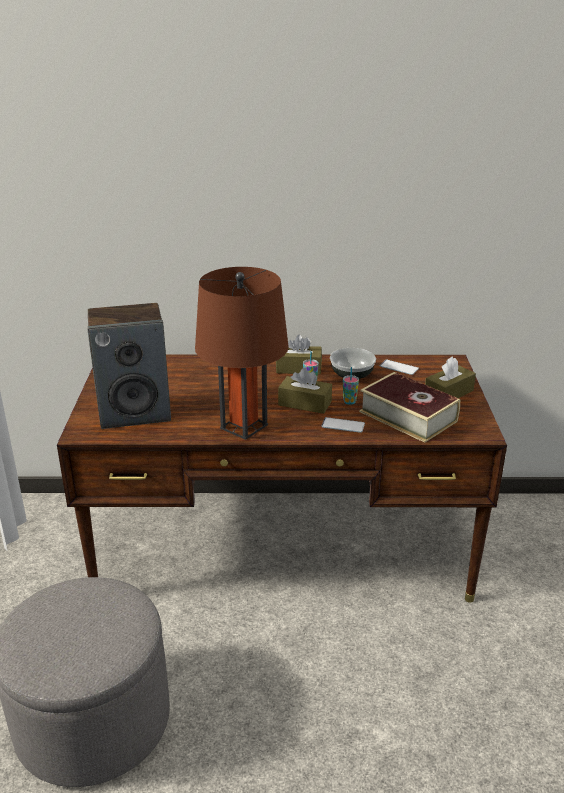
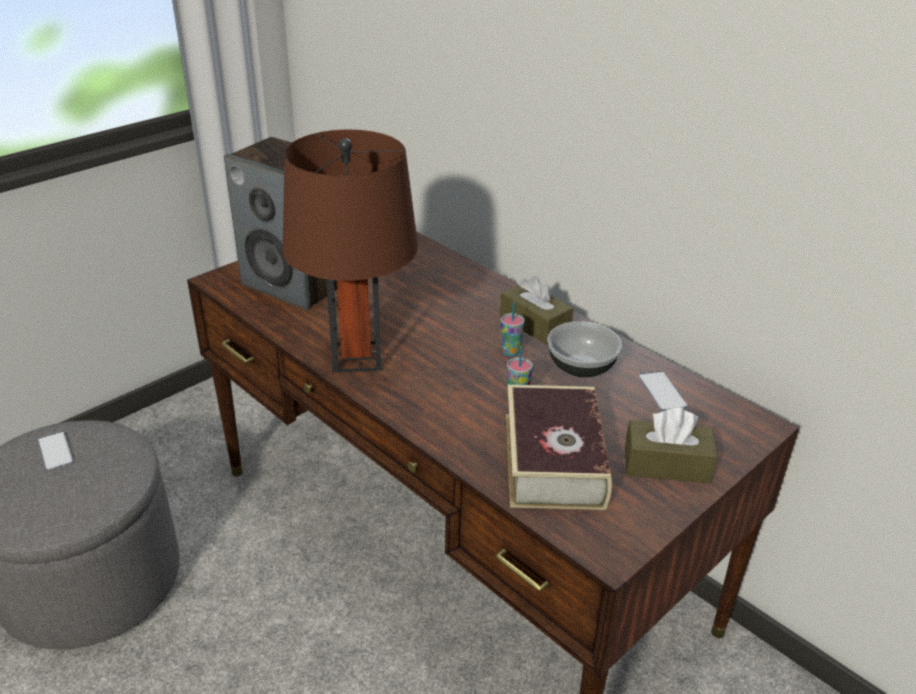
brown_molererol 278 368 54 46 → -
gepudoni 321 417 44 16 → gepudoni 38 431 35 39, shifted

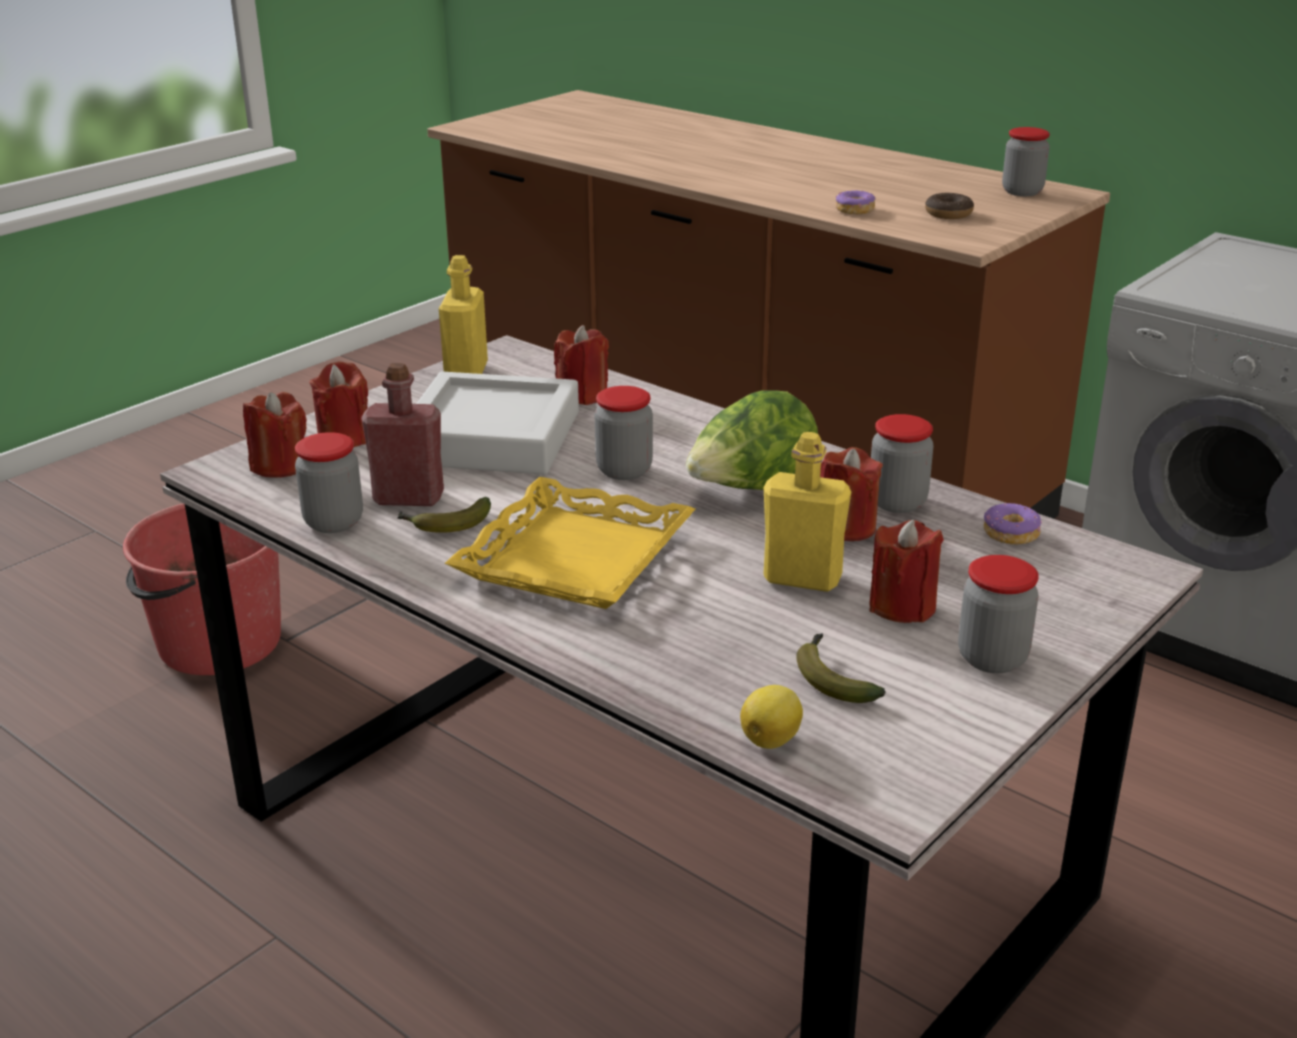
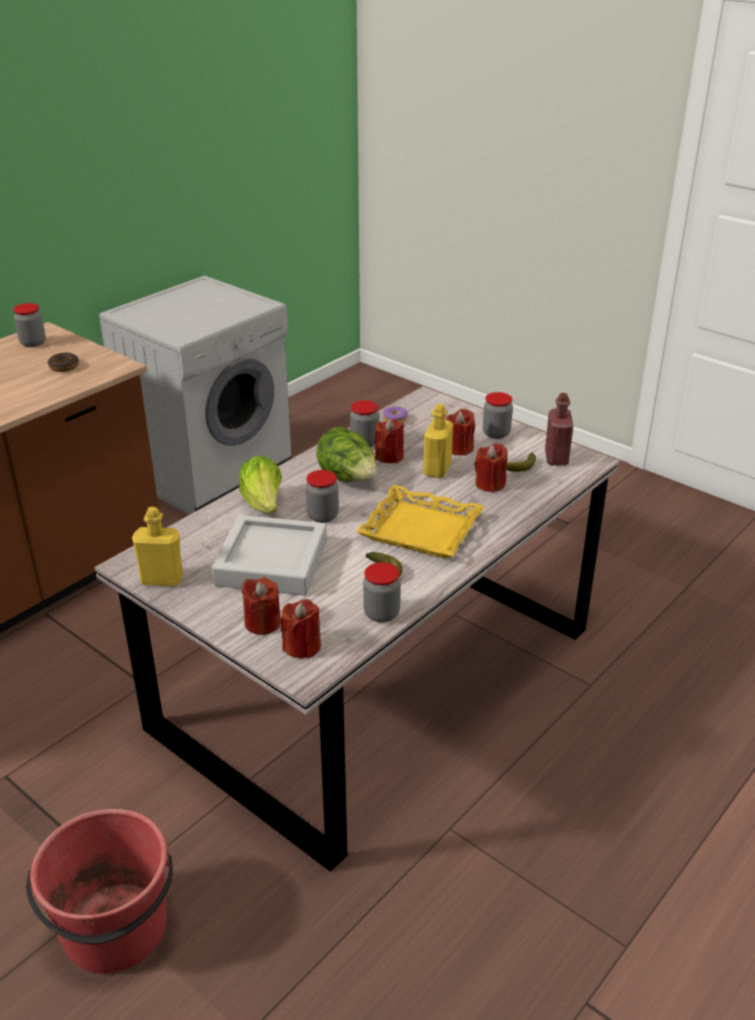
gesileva 836 190 39 25 → -
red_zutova 554 325 55 80 → red_zutova 475 443 32 50, shifted
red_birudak 361 363 83 143 → red_birudak 545 393 28 73, shifted
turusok 740 685 63 64 → -
- → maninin 239 456 43 57

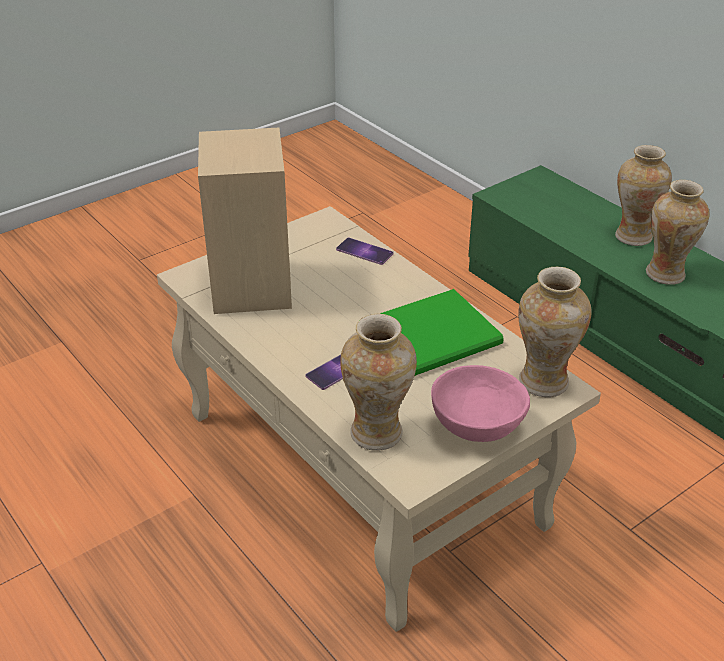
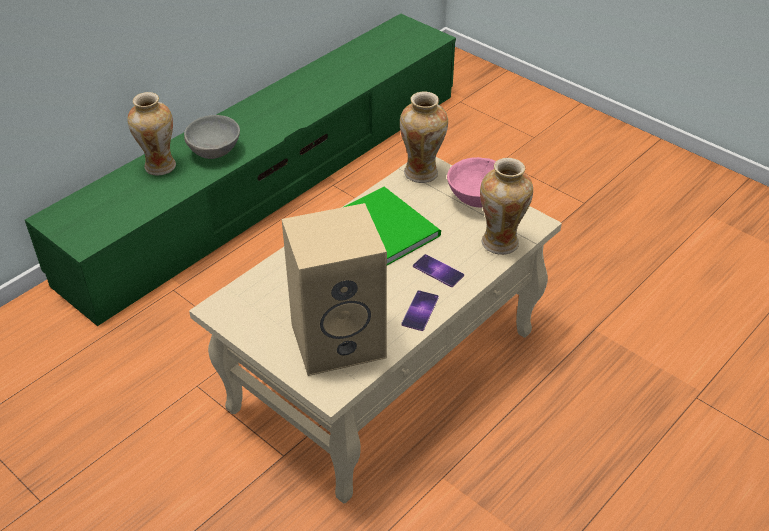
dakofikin 646 180 64 105 → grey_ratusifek 184 115 56 44
gepudoni 336 238 58 27 → gepudoni 401 290 38 41, shifted

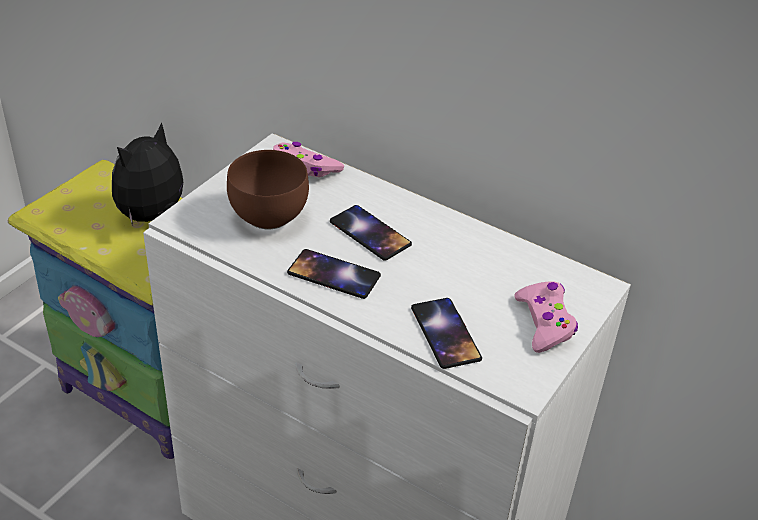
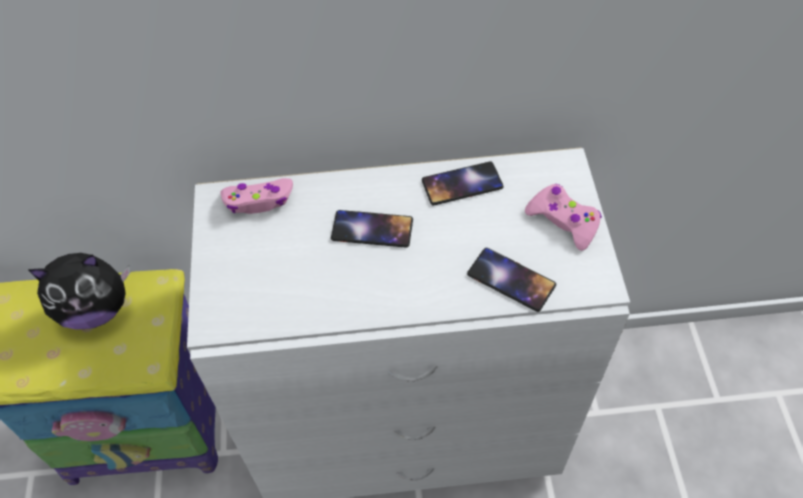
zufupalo 112 122 71 103 → zufupalo 28 253 103 77, 105 degrees counterclockwise
brown_ratusifek 227 150 82 79 → -
gepudoni 287 249 94 50 → gepudoni 422 161 81 44, shifted

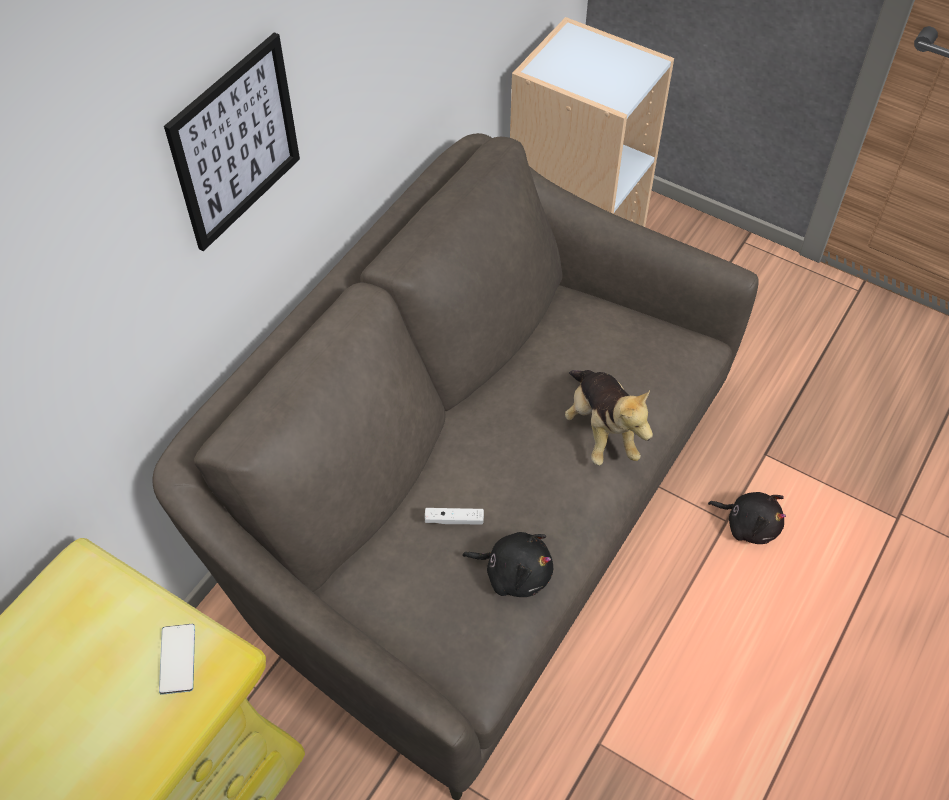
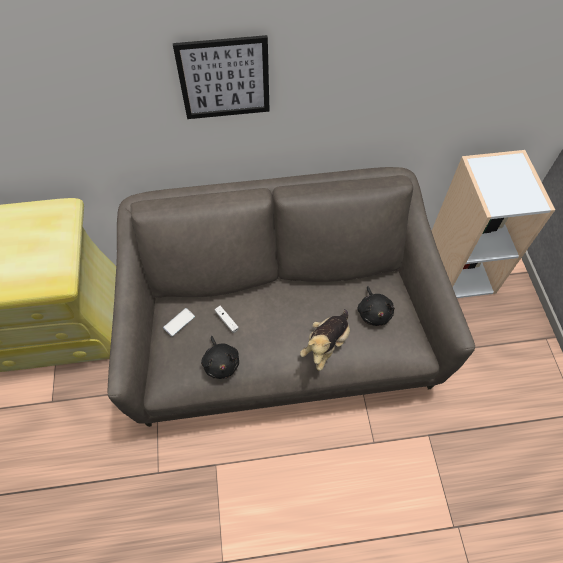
black_zufupalo 708 492 78 52 → black_zufupalo 357 286 38 40, shifted
gepudoni 159 624 36 71 → gepudoni 163 308 32 28, shifted

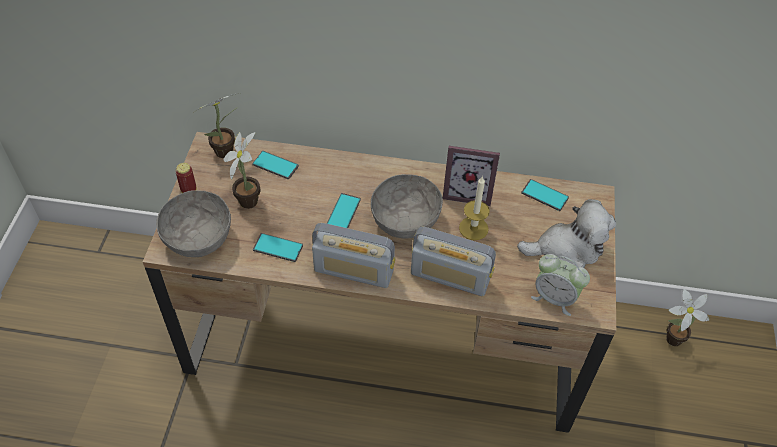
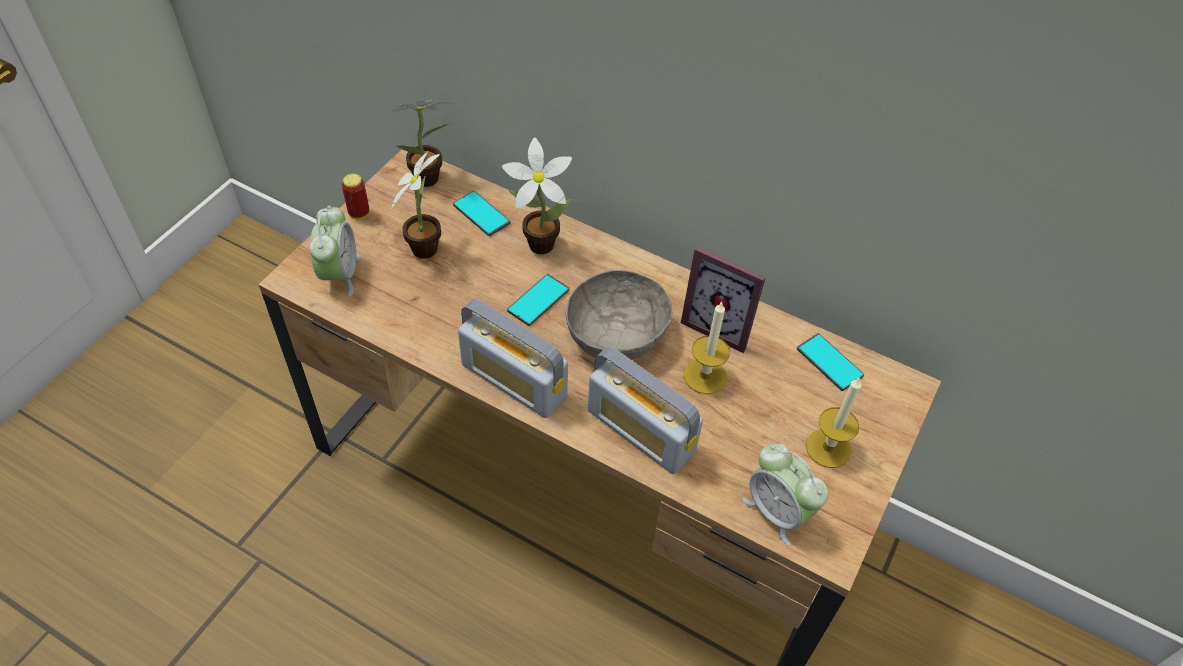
grey_ratusifek 156 190 75 67 → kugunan 309 206 51 90
zufupalo 517 199 99 69 → zutova 806 378 55 90
gepudoni 253 233 50 29 → -
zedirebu 666 289 43 57 → zedirebu 502 137 70 117, shifted

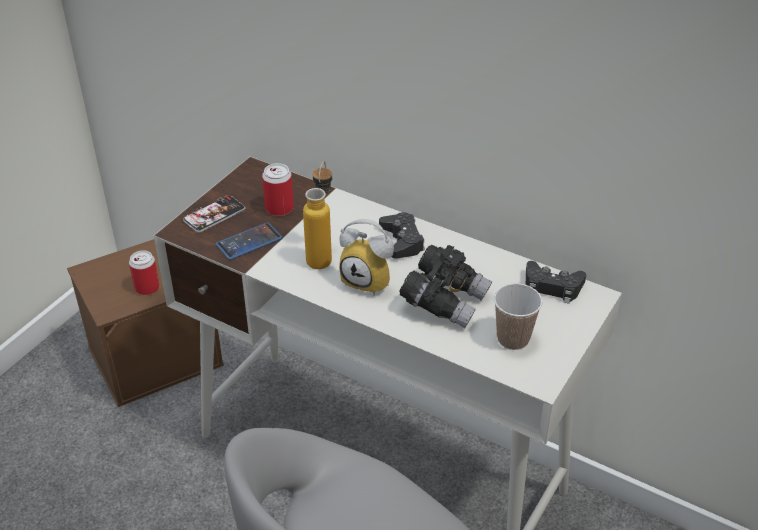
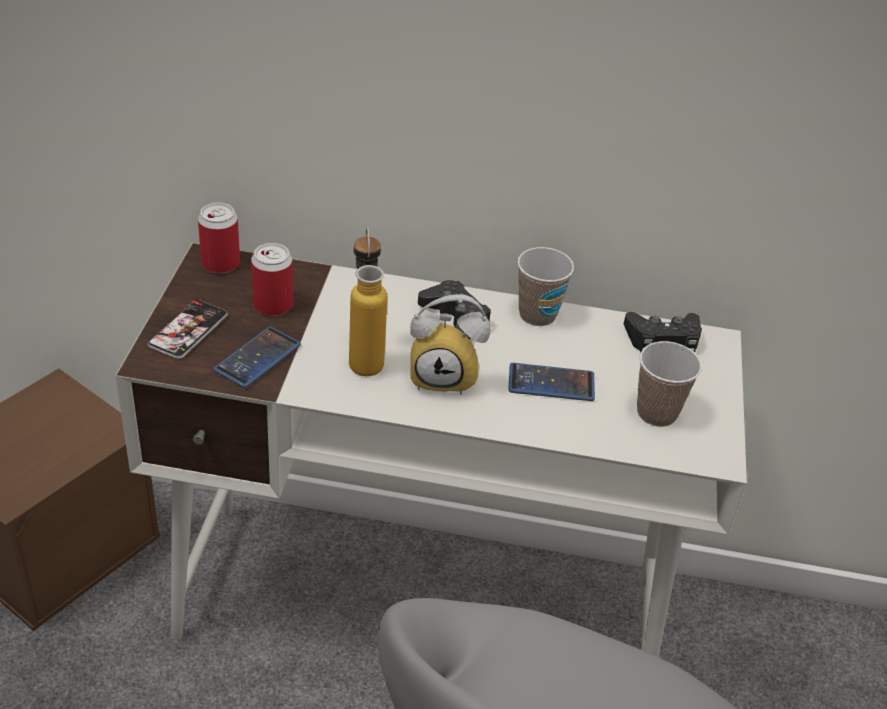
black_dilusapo 399 245 93 83 → gepudoni 508 363 87 38
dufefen 129 250 31 45 → dufefen 198 203 42 70, shifted
- → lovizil 517 247 57 79

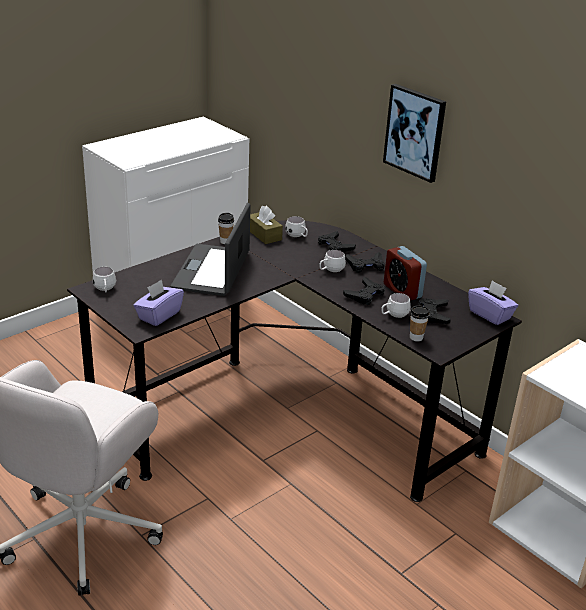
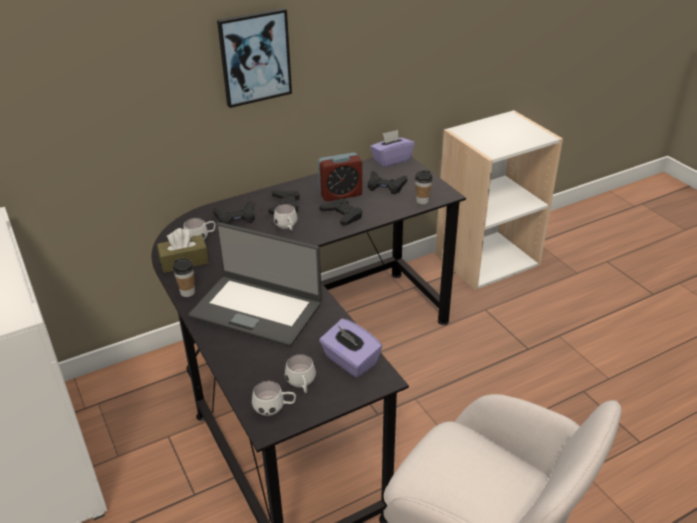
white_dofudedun 382 293 29 25 → white_dofudedun 285 354 31 39, shifted

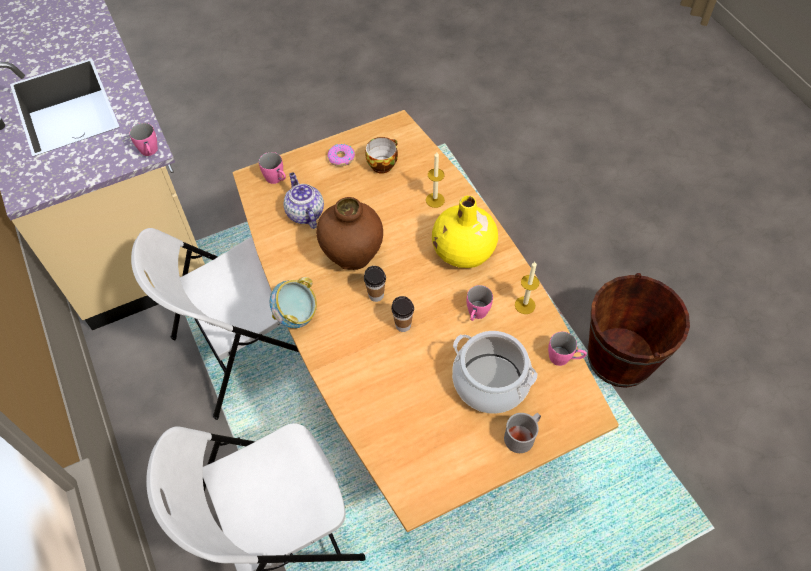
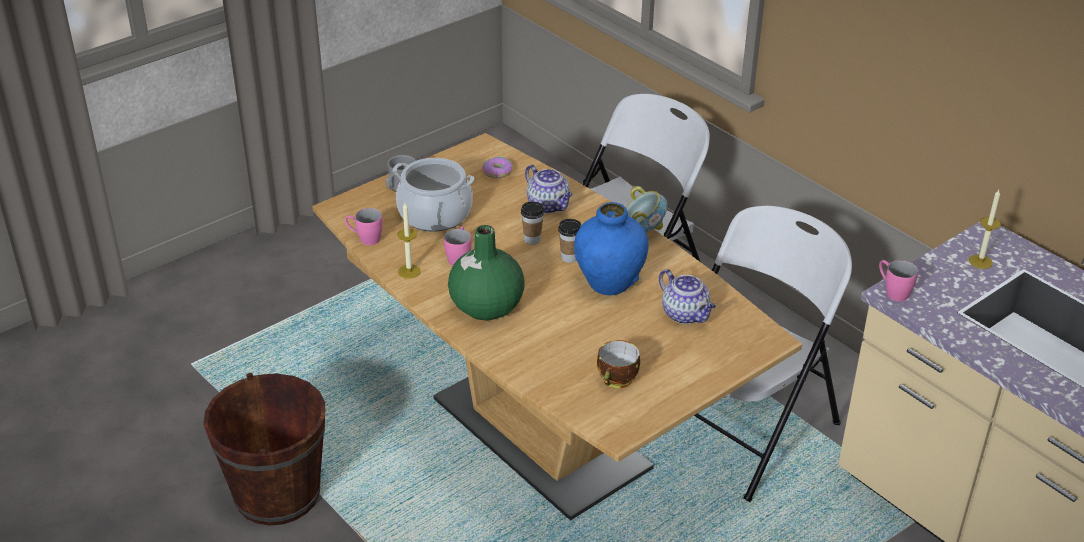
gesileva 327 144 28 22 → gesileva 482 157 30 21, shifted
pink_dofudedun 259 152 27 32 → -
zutova 426 152 19 56 → zutova 969 190 32 79, shifted
yellow_dakofikin 432 196 66 72 → green_dakofikin 448 225 76 96
brown_dakofikin 316 197 67 73 → blue_dakofikin 574 202 75 93
- → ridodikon 525 165 48 48

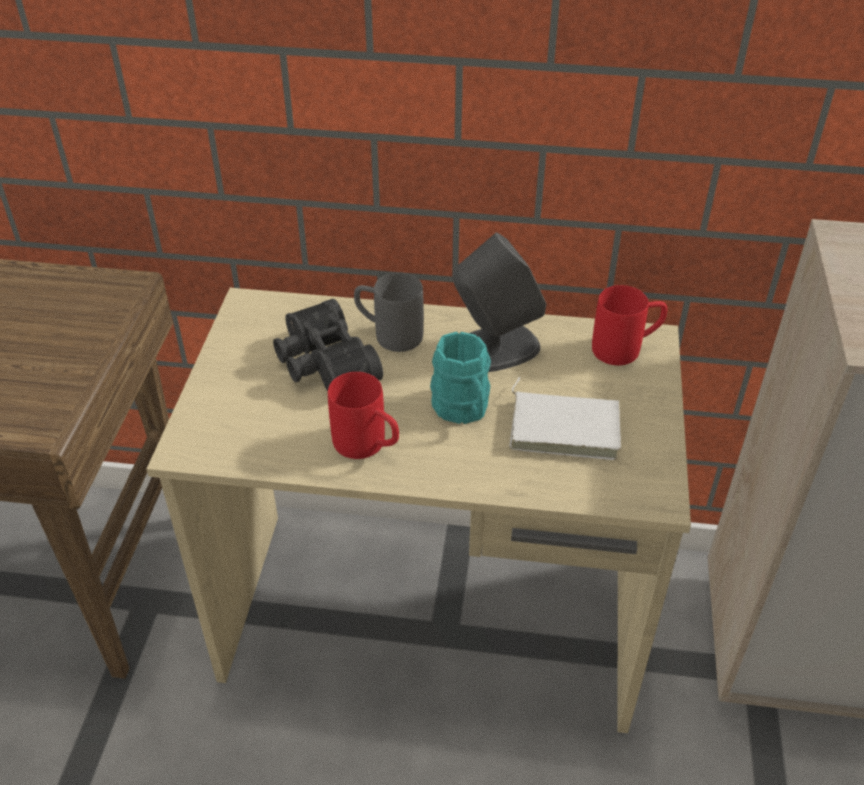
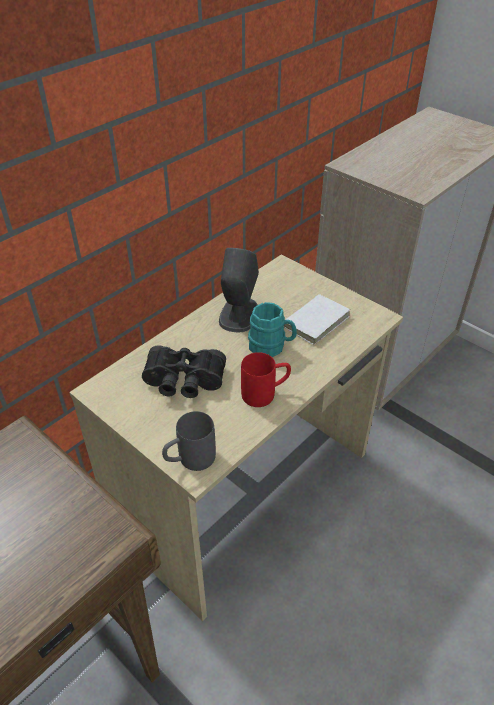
grey_dofudedun 354 273 70 79 → grey_dofudedun 162 411 54 60, shifted
red_dofudedun 592 285 75 80 → -

